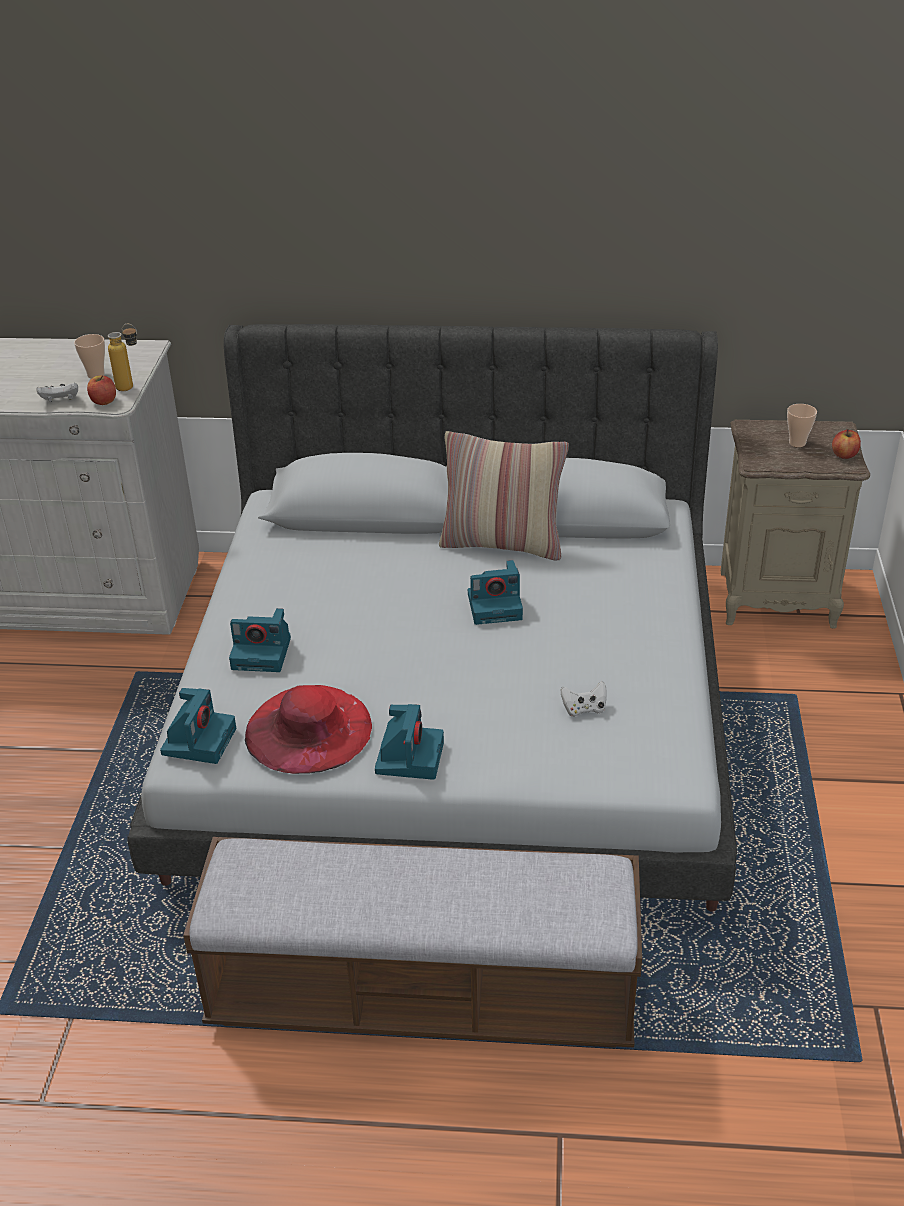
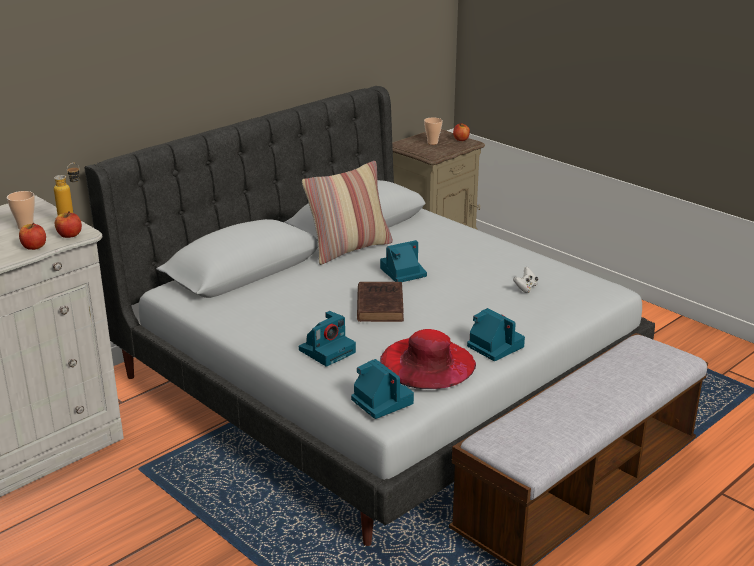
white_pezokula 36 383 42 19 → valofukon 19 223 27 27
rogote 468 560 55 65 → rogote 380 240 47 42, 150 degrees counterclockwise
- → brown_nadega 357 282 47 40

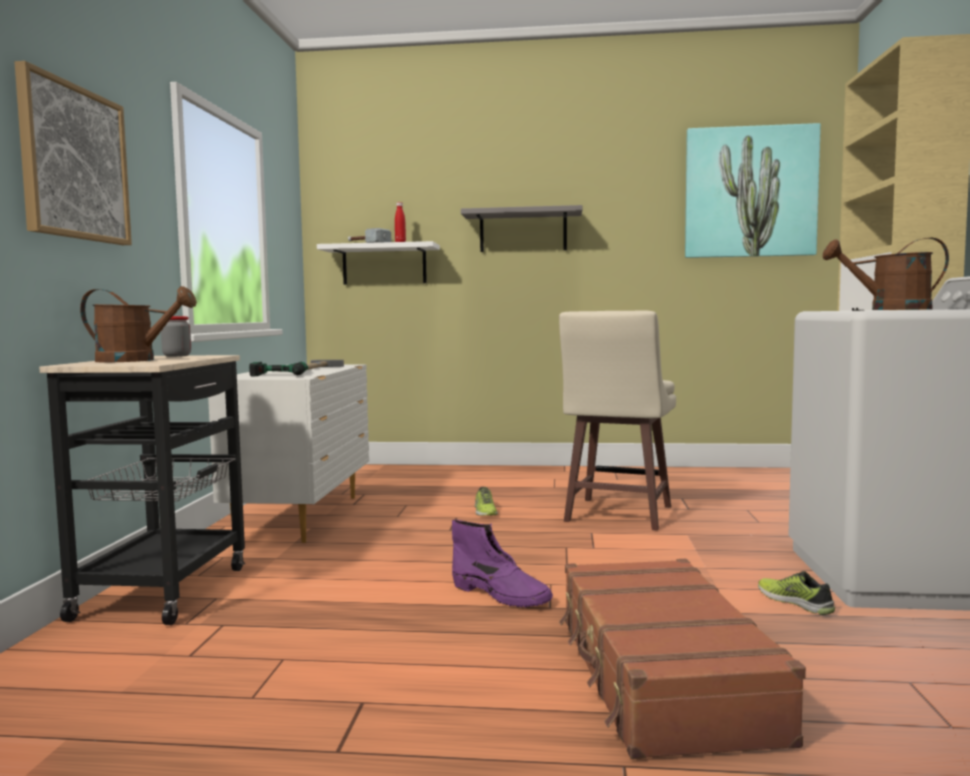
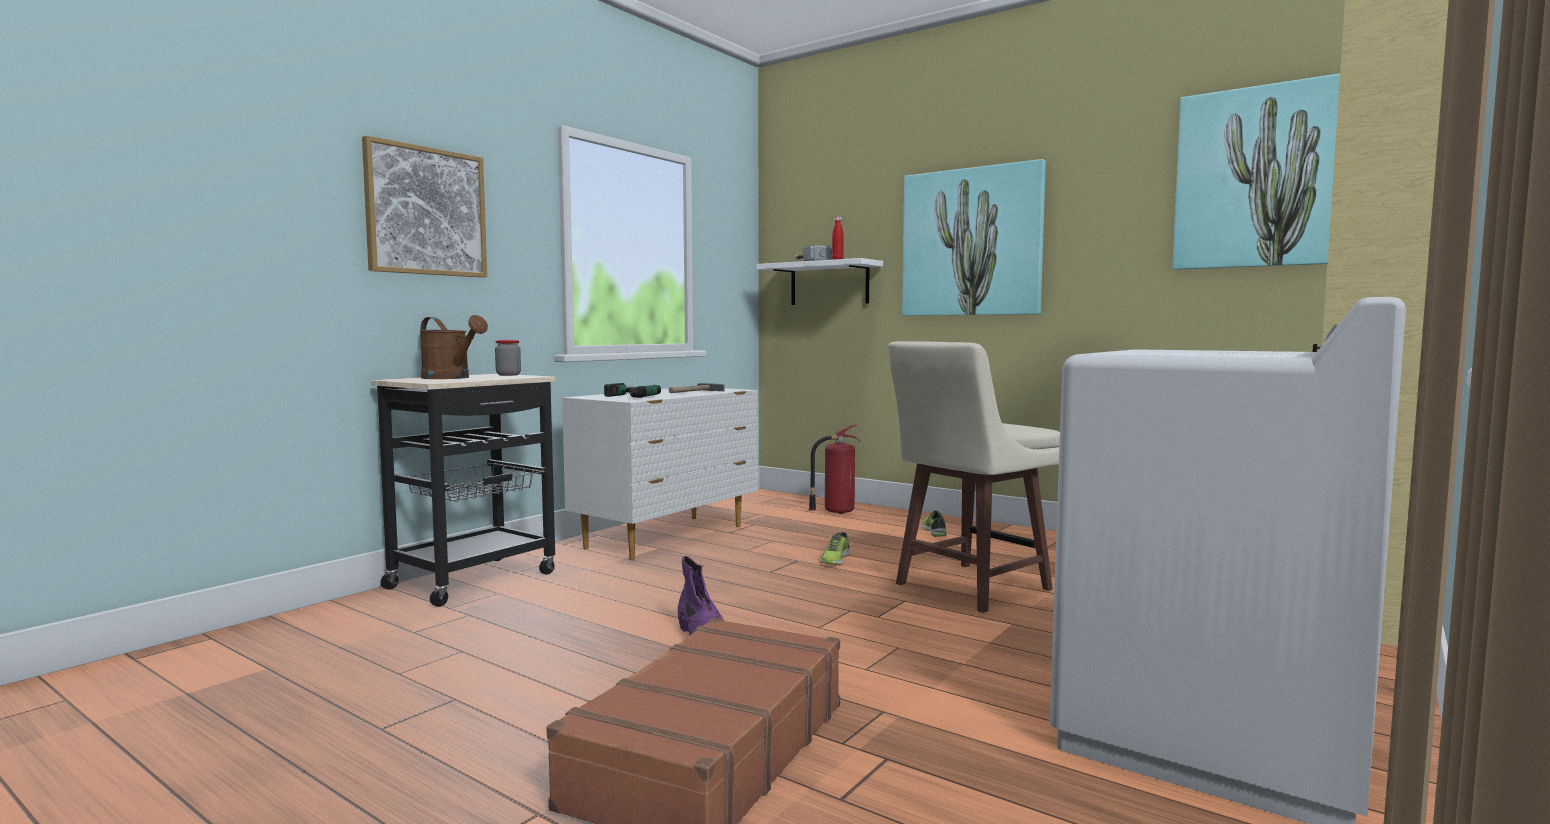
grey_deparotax 461 205 121 47 → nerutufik 902 159 144 157
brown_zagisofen 823 238 126 72 → -
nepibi 758 571 77 44 → nepibi 922 510 25 27, shifted
- → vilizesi 809 424 52 90

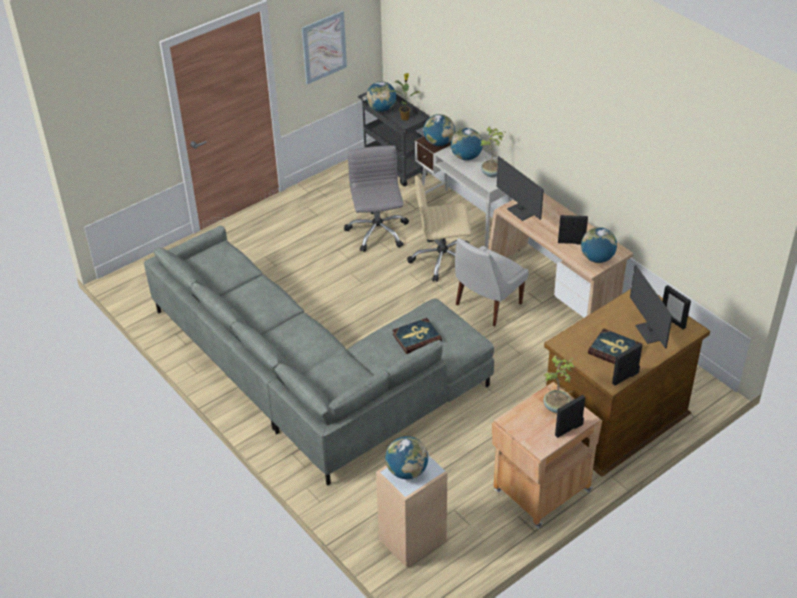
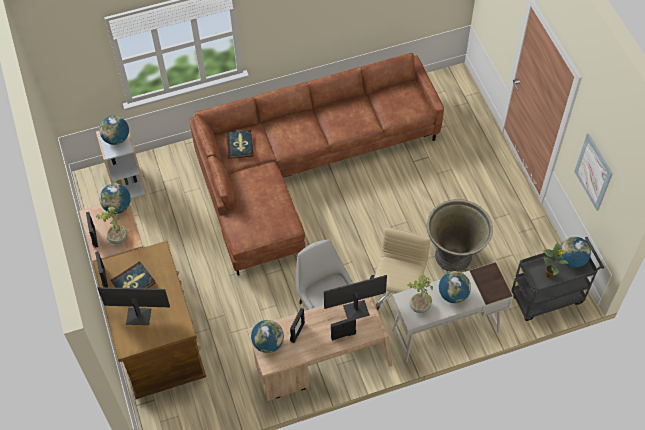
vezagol 423 114 32 32 → vezagol 100 183 31 31, shifted
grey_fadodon 344 146 65 106 → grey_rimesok 427 199 66 73
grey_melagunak 144 226 350 259 → brown_melagunak 189 53 255 223
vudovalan 662 285 29 44 → vudovalan 331 317 25 24, shifted
nadega 392 318 50 36 → nadega 226 130 27 29, shifted

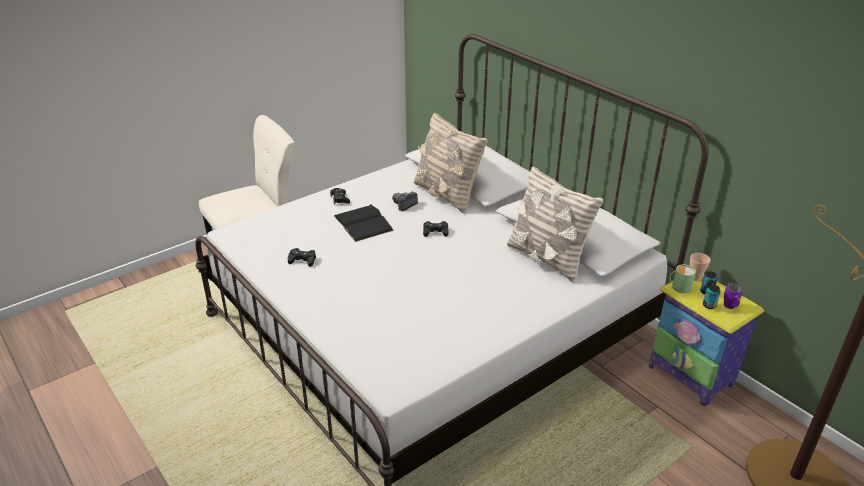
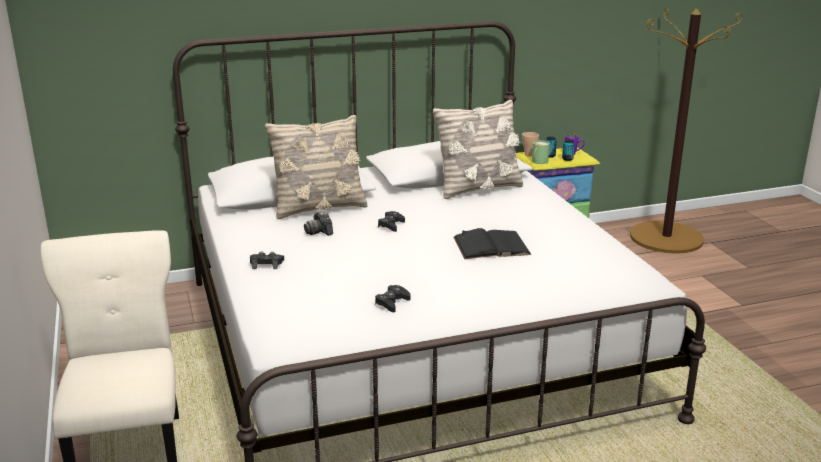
black_nadega 334 204 60 38 → black_nadega 453 228 78 31, shifted

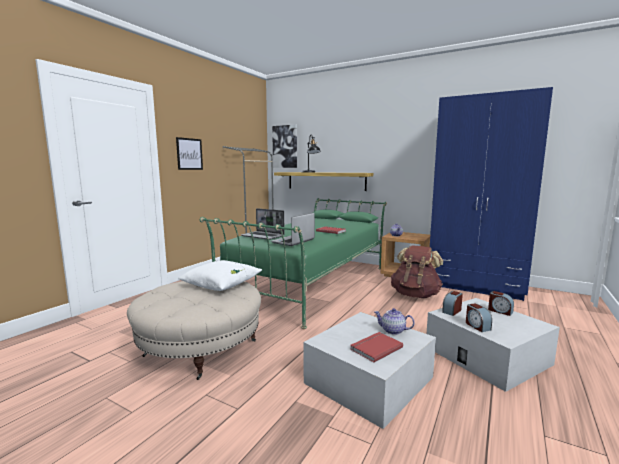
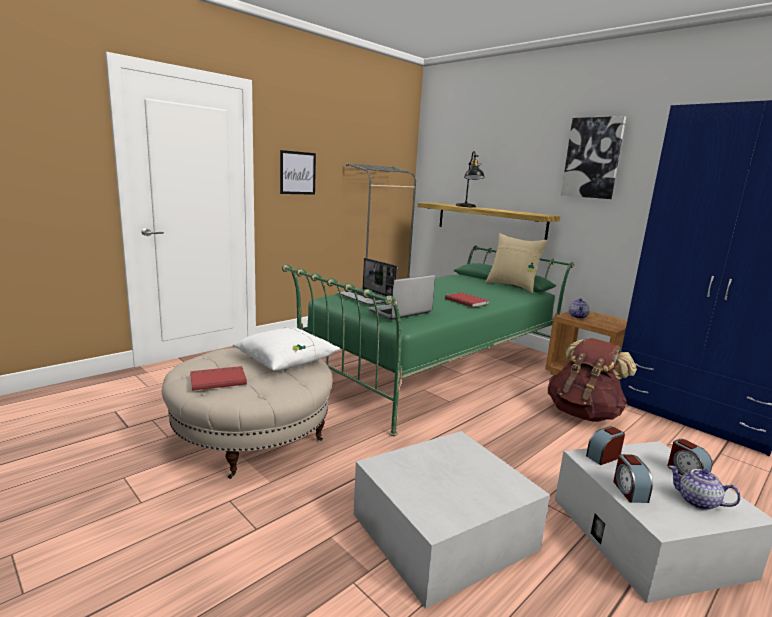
nerutufik 272 124 25 44 → nerutufik 561 116 65 83, shifted
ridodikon 374 308 41 27 → ridodikon 669 465 72 45, shifted
red_nadega 350 332 53 30 → red_nadega 190 366 57 25, shifted
- → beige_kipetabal 486 233 61 60

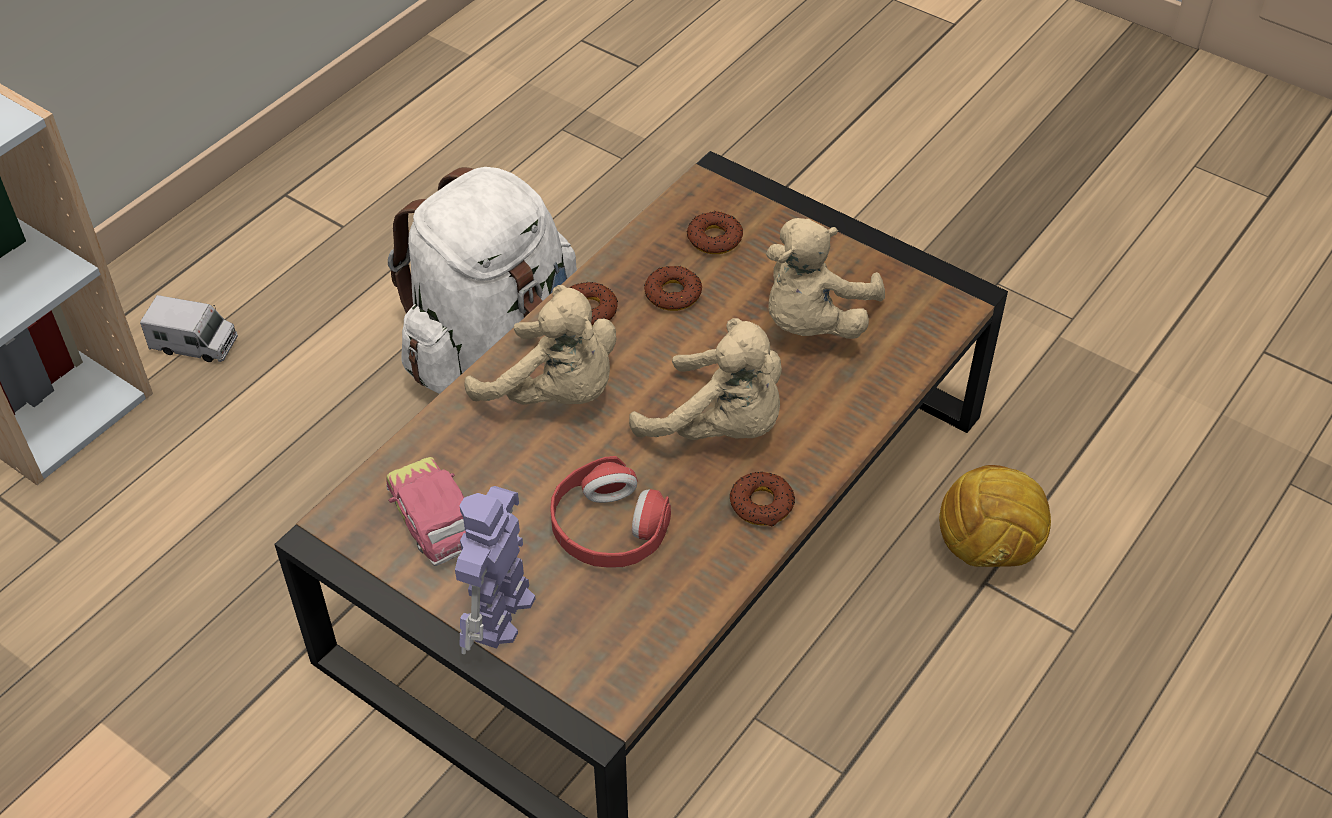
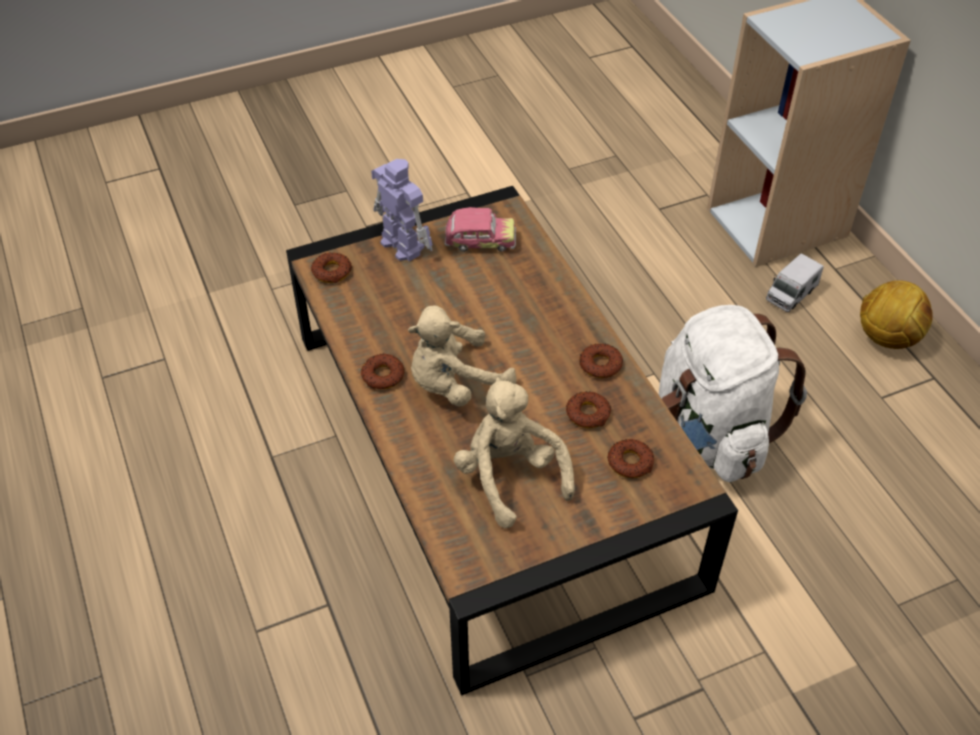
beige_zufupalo 464 285 152 120 → -
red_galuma 550 456 121 112 → -
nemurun 939 465 112 102 → nemurun 860 280 73 69, shifted
- → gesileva 311 252 41 31

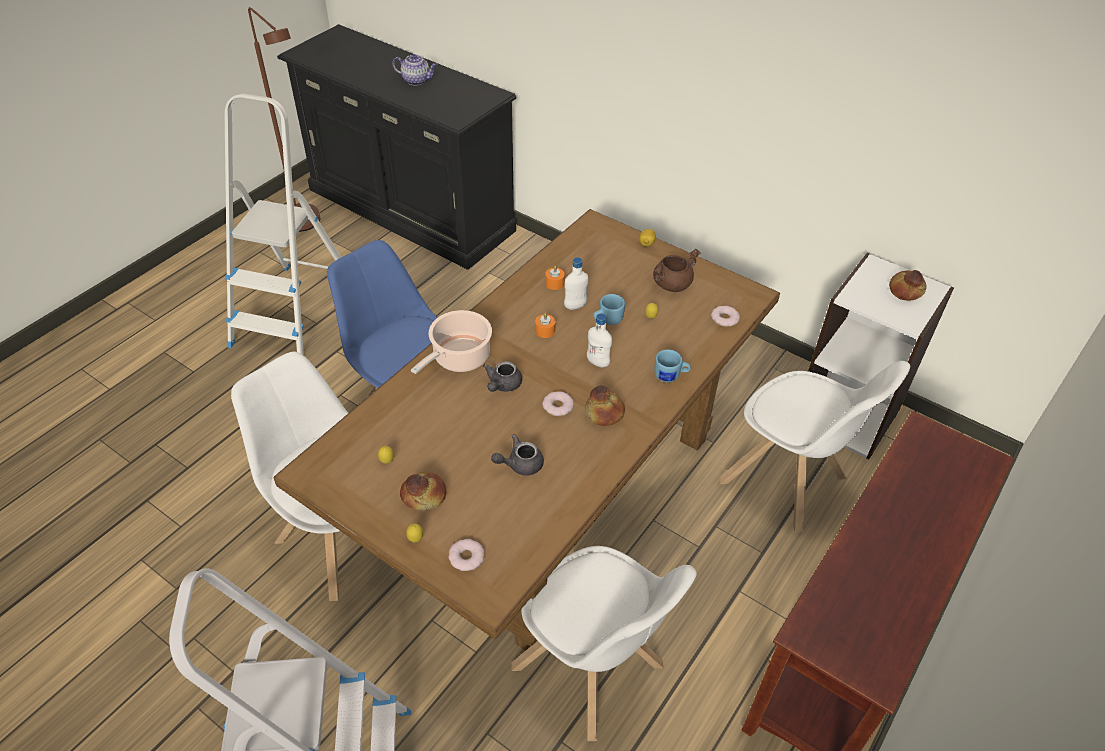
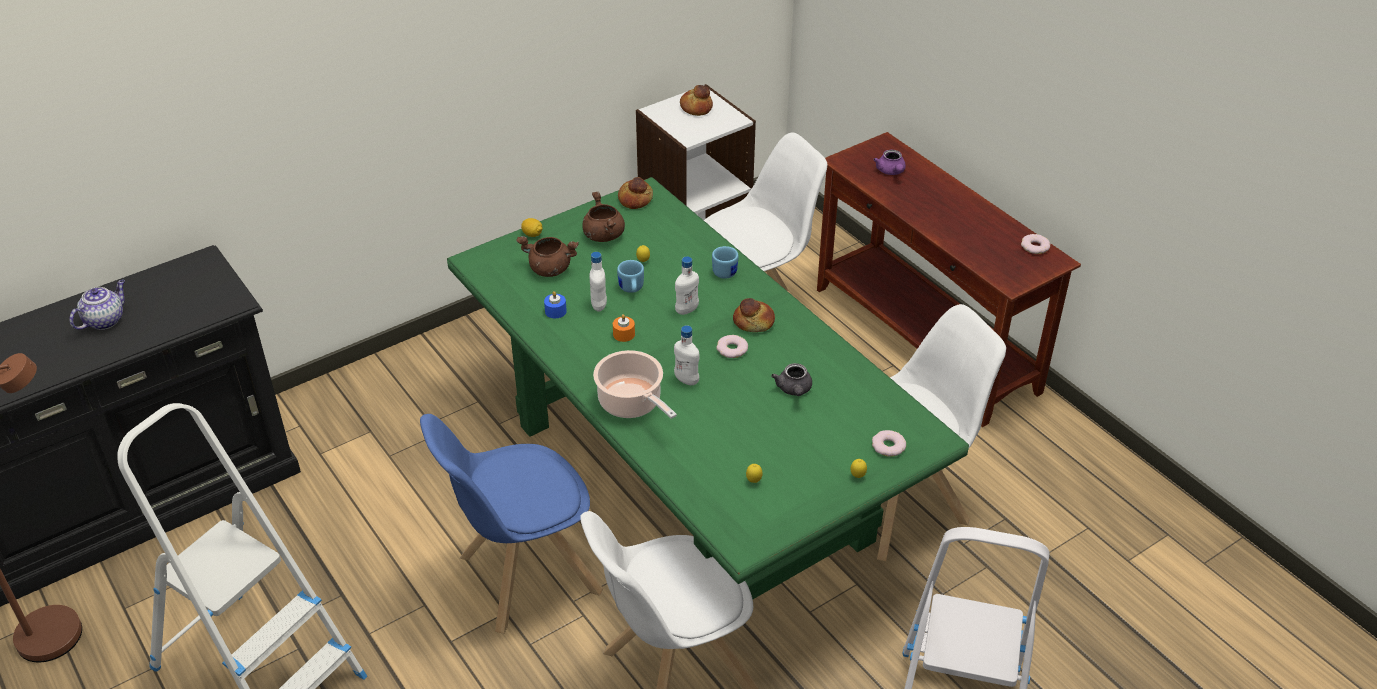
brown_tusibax 274 209 506 442 → green_tusibax 447 177 522 422
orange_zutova 545 266 20 24 → blue_zutova 544 291 23 27
gesileva 711 306 29 21 → gesileva 1021 234 29 20, shifted
grey_ridodikon 483 361 39 31 → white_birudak 674 325 25 60
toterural 400 472 46 39 → toterural 618 177 35 32, shifted
- → purple_ridodikon 873 150 33 25
- → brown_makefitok 516 236 63 41

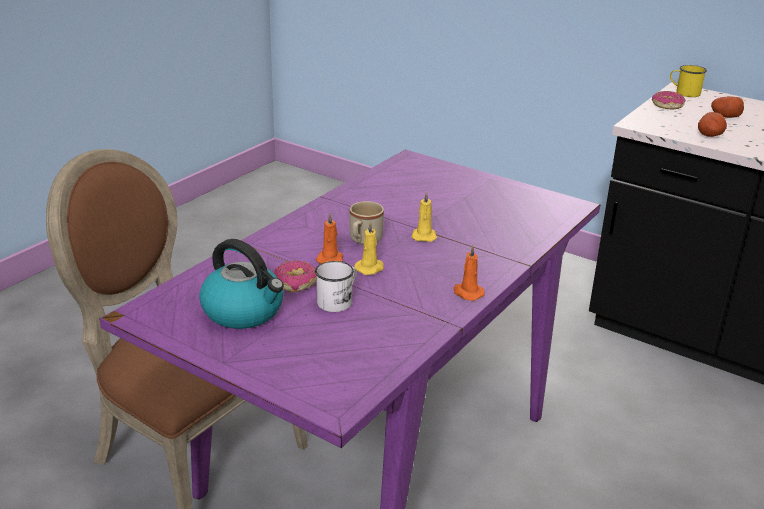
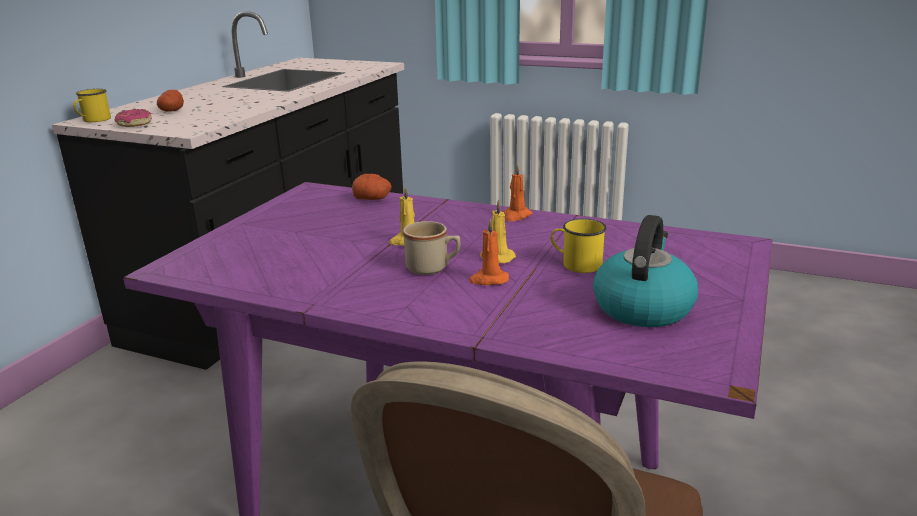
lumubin 698 112 29 25 → lumubin 352 174 40 26, shifted
gesileva 274 261 43 31 → -
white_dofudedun 315 261 42 51 → yellow_dofudedun 551 219 56 54

